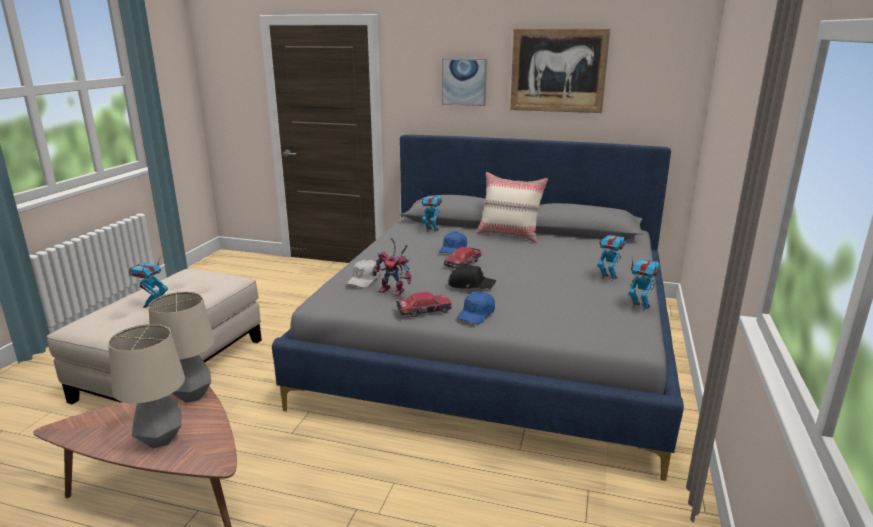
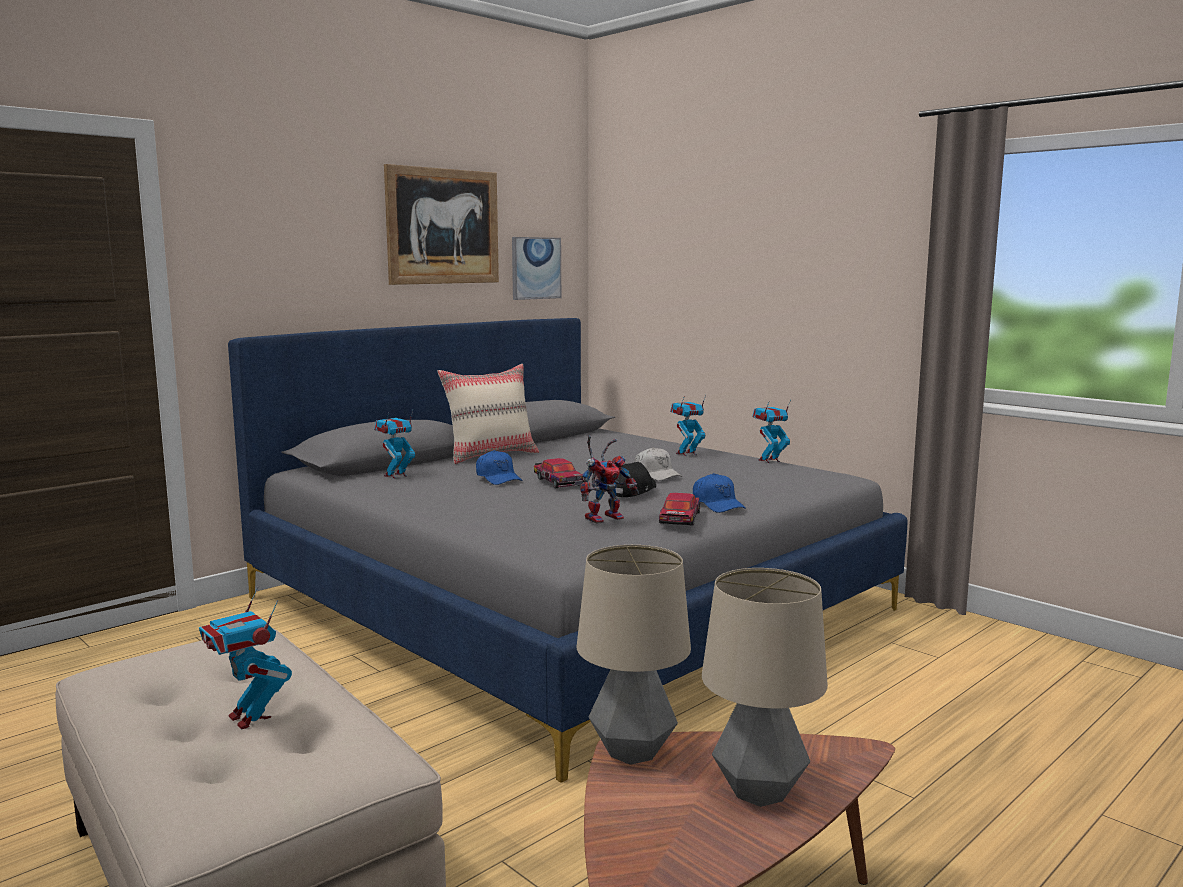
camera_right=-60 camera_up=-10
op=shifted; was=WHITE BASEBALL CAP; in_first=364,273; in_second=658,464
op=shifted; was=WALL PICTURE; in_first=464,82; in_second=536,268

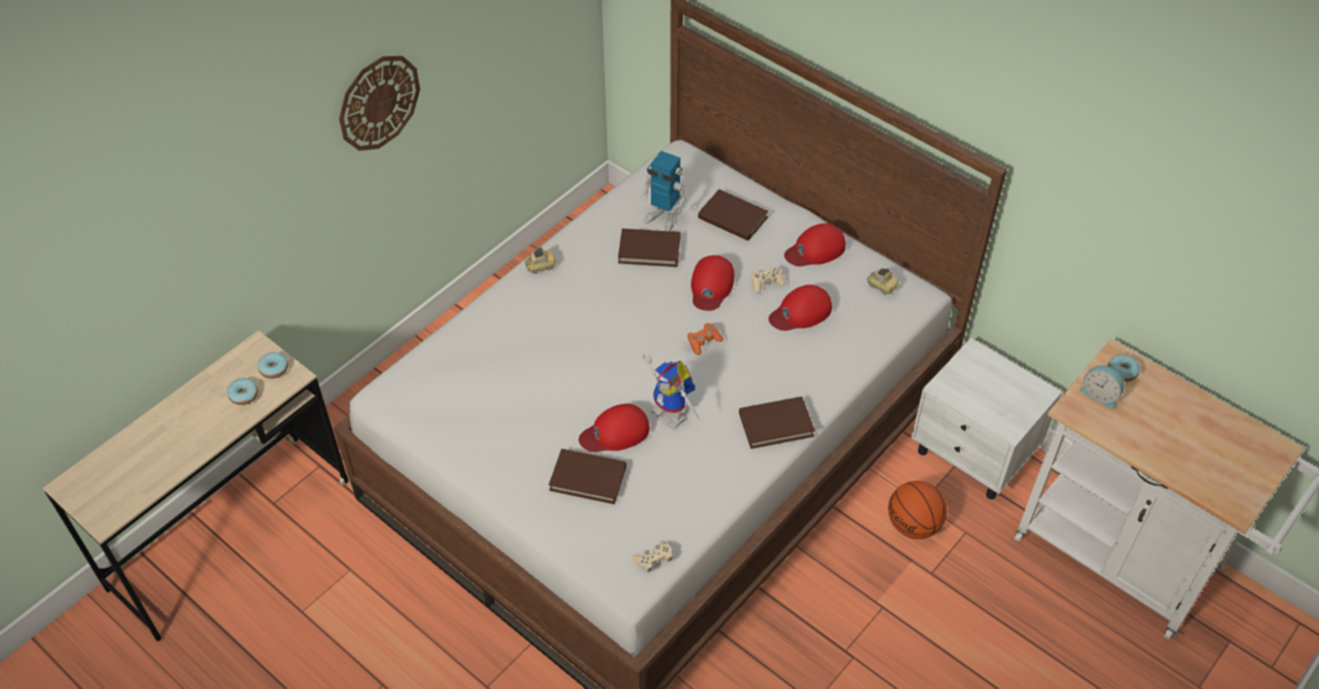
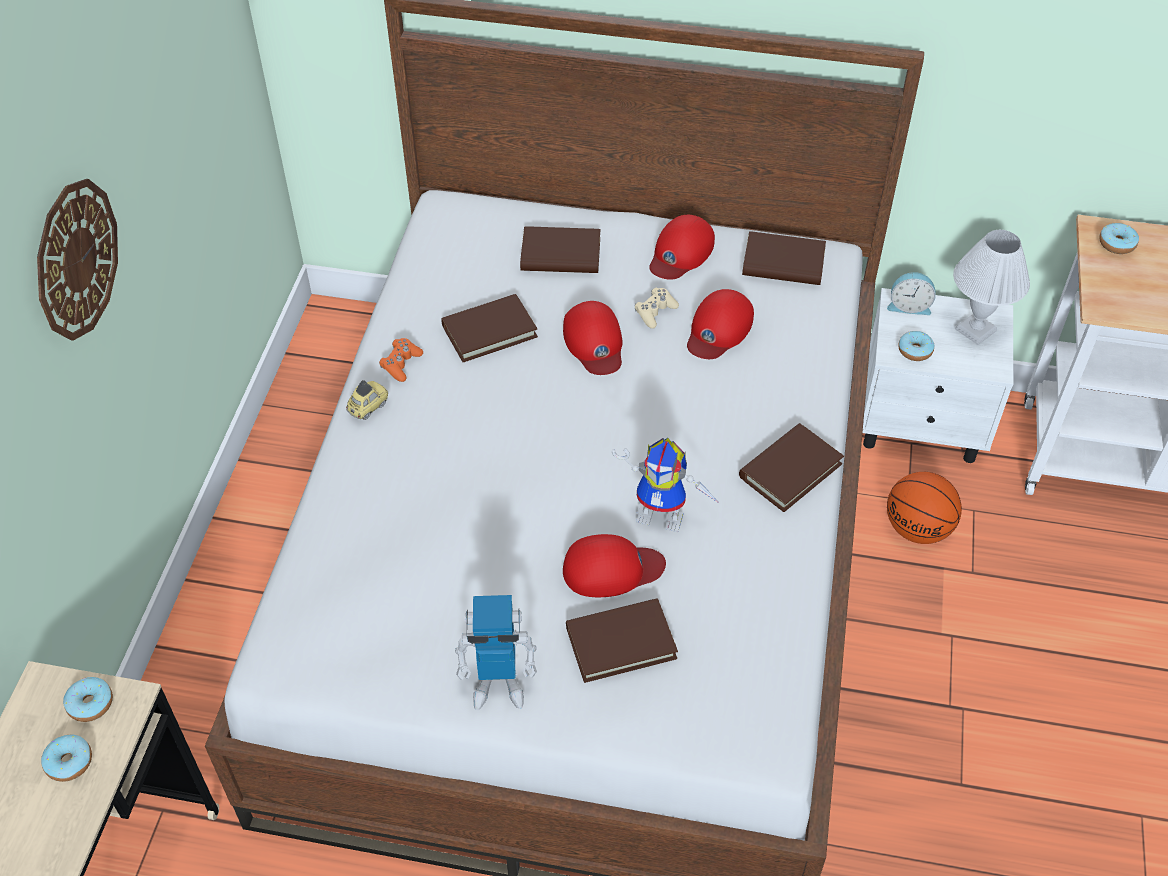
camera_right=-30 camera_up=0
op=rotated; was=RED BASEBALL CAP; in_first=614,428; in_second=614,565; clockwise=-135
op=gone; was=BEIGE-COLOURED JOYPAD; in_first=652,556
op=shifted; was=ROBOT FIGURE; in_first=663,191; in_second=496,652
op=shifted; was=ORANGE JOYPAD; in_first=705,339; in_second=401,360
op=swapped; was=MODEL CAR; now=BROWN-COLOURED BOUND BOOK; in_first=883,281; in_second=784,258
op=shifted; was=ALARM CLOCK; in_first=1102,387; in_second=911,293
op=new; now=RING DOUGHNUT; in_second=916,346
op=new; now=WHITE TABLETOP LAMP; in_second=991,287

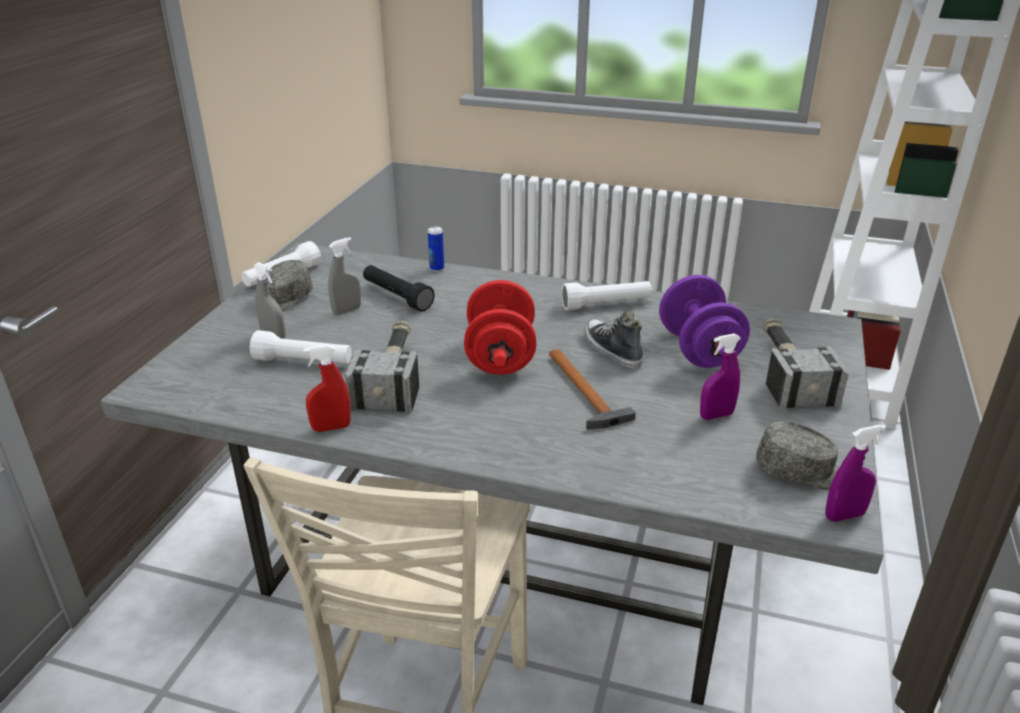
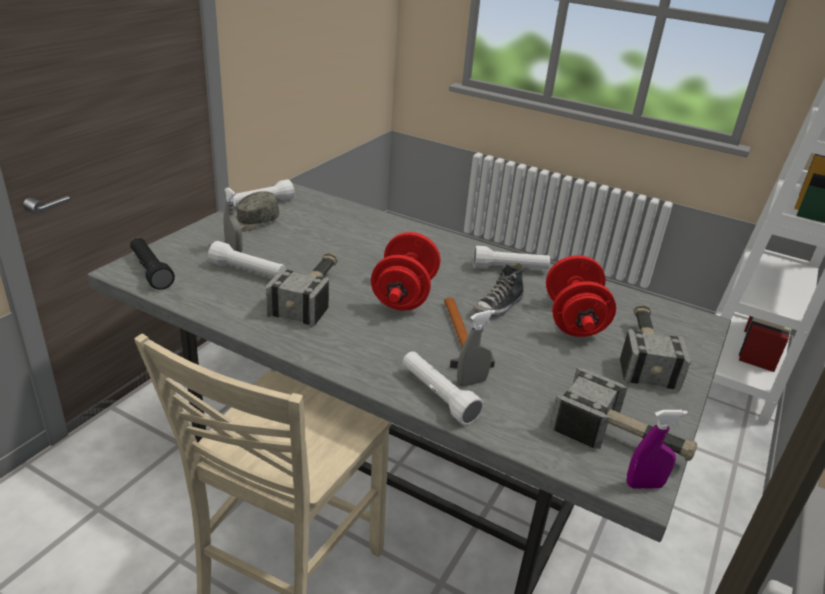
camera_right=10 camera_up=0
op=gone; was=RED SPRAY BOTTLE; in_first=327,388
op=shifted; was=GREYISH SPRAY BOTTLE; in_first=344,276; in_second=476,348
op=shifted; was=BLACK HAND TORCH; in_first=399,288; in_second=152,263
op=gone; was=METAL CAN; in_first=436,249
op=rotated; was=ITEM OF FOOTWEAR; in_first=614,339; in_second=498,290; clockwise=-120
op=repainted; was=PURPLISH HAND WEIGHT; now=RED HAND WEIGHT; in_first=704,321; in_second=581,296
op=gone; was=PURPLISH SPRAY BOTTLE; in_first=720,376
op=swapped; was=GREYISH BASEBALL CAP; now=HAMMER; in_first=797,455; in_second=623,414
op=new; now=WHITE HAND TORCH; in_second=443,388

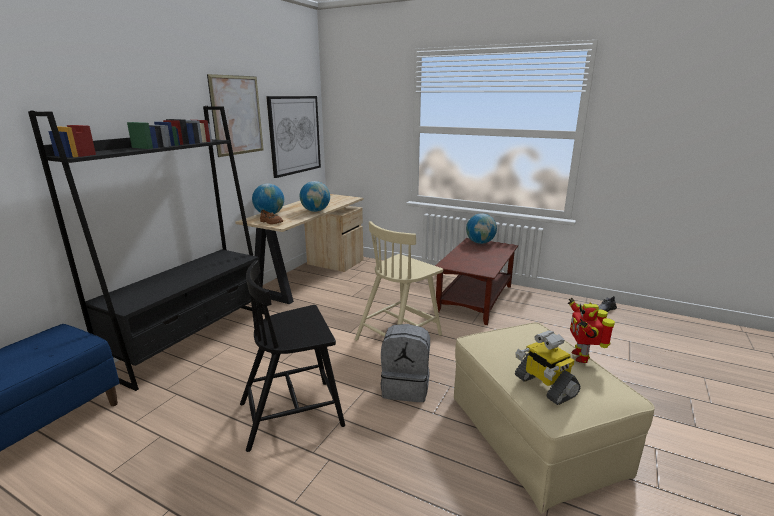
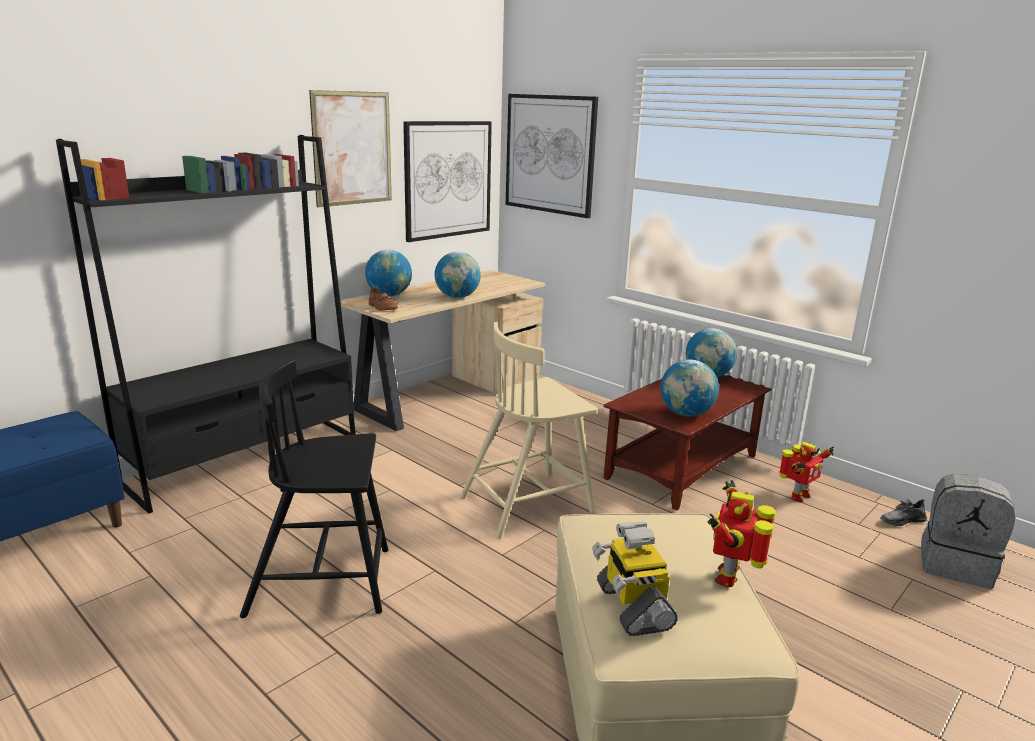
camera_right=15 camera_up=0
op=shifted; was=GREYISH BACKPACK; in_first=405,363; in_second=968,531
op=new; now=WALL PICTURE; in_second=552,156
op=new; now=GLOBE; in_second=689,388
op=new; now=ROBOT FIGURE; in_second=806,472

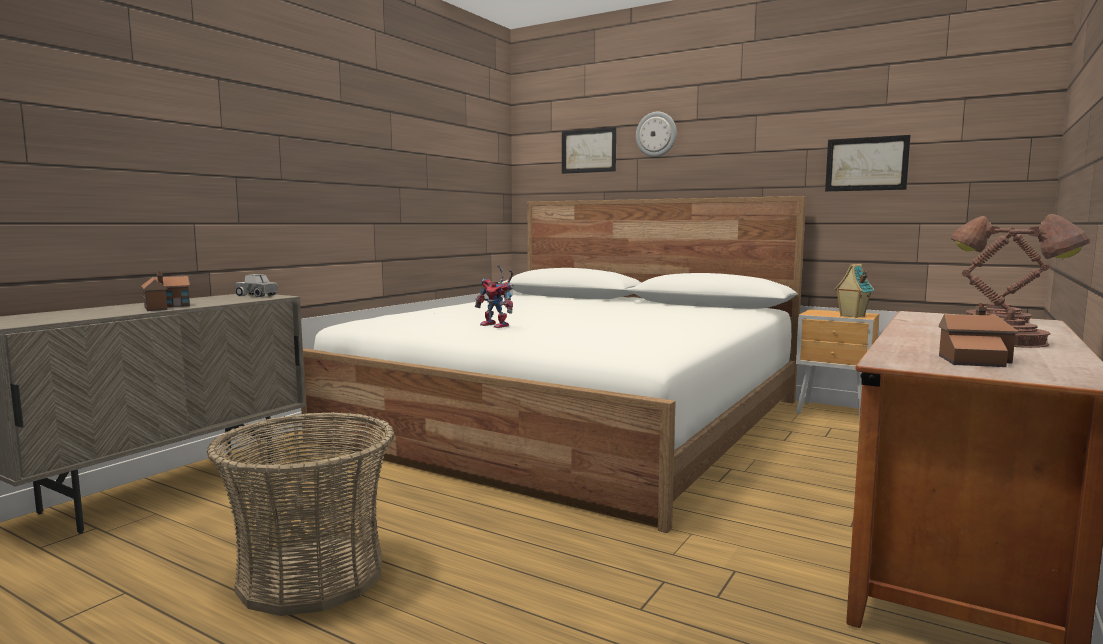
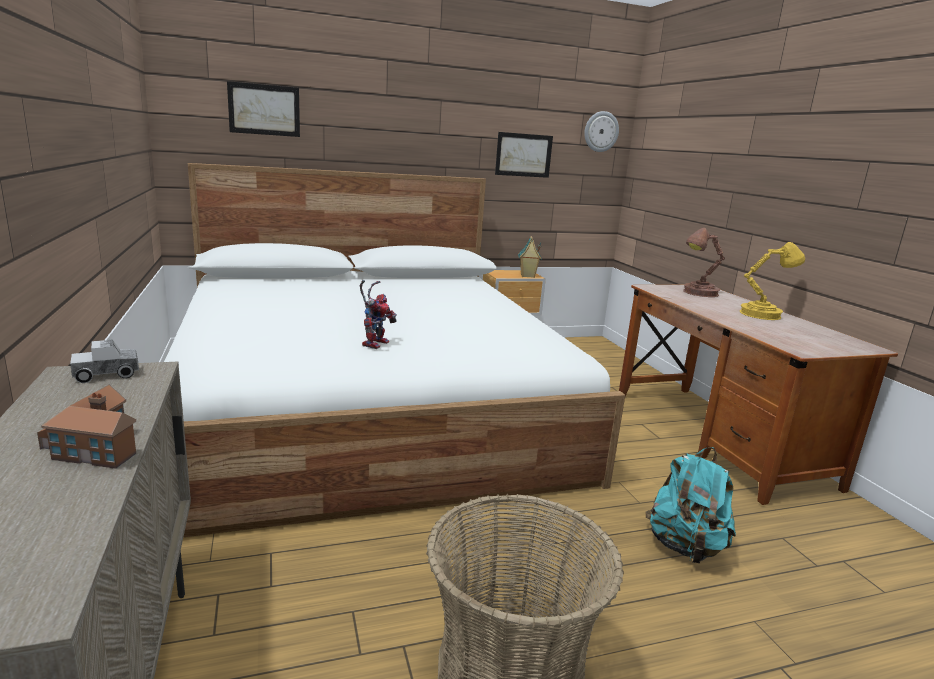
camera_right=-50 camera_up=10
op=rotated; was=ROBOT FIGURE; in_first=494,296; in_second=378,314; clockwise=-60
op=shifted; was=WALL CLOCK; in_first=656,134; in_second=601,131
op=gone; was=MINIATURE HOUSE; in_first=979,335
op=repainted; was=BROWN-COLOURED TABLETOP LAMP; now=YELLOW TABLETOP LAMP; in_first=1026,281; in_second=772,281
op=new; now=TURQUOISE-COLOURED BACKPACK; in_second=691,505

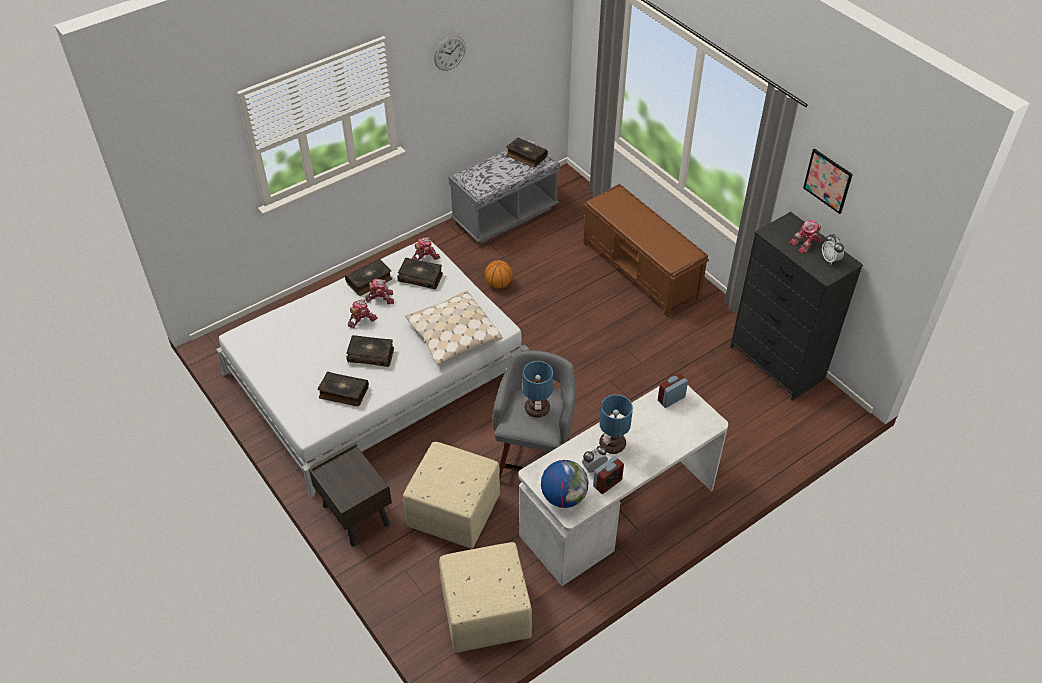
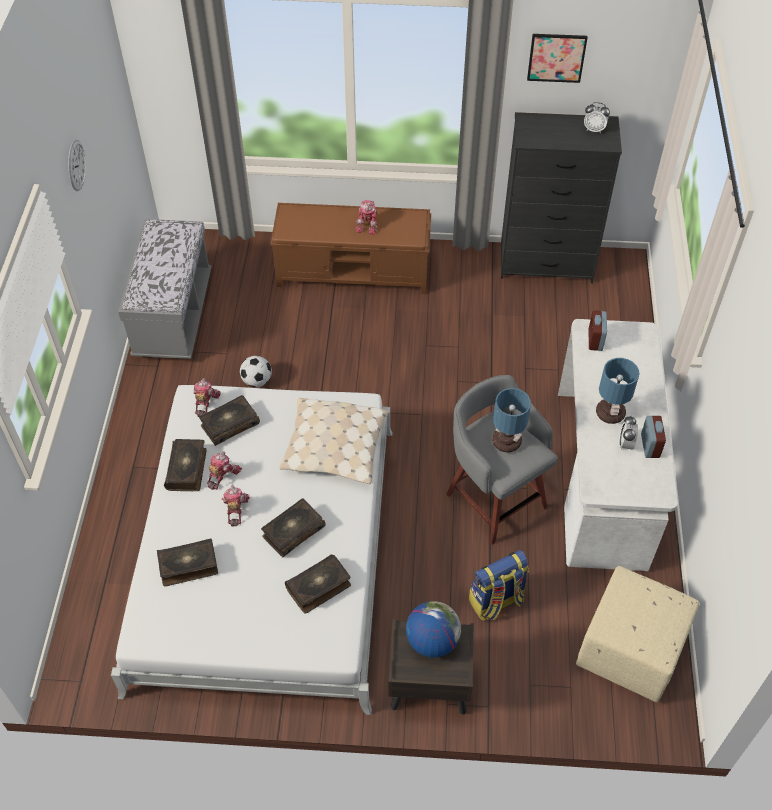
camera_right=-50 camera_up=5
op=swapped; was=BEIGE-COLOURED FOOTREST; now=BACKPACK; in_first=451,495; in_second=499,585
op=swapped; was=BASKETBALL BALL; now=FOOTBALL BALL; in_first=499,274; in_second=256,371
op=shifted; was=BOUND BOOK; in_first=527,152; in_second=187,562
op=shifted; was=GLOBE; in_first=564,484; in_second=433,629
op=shifted; was=ROBOT FIGURE; in_first=805,237; in_second=366,217

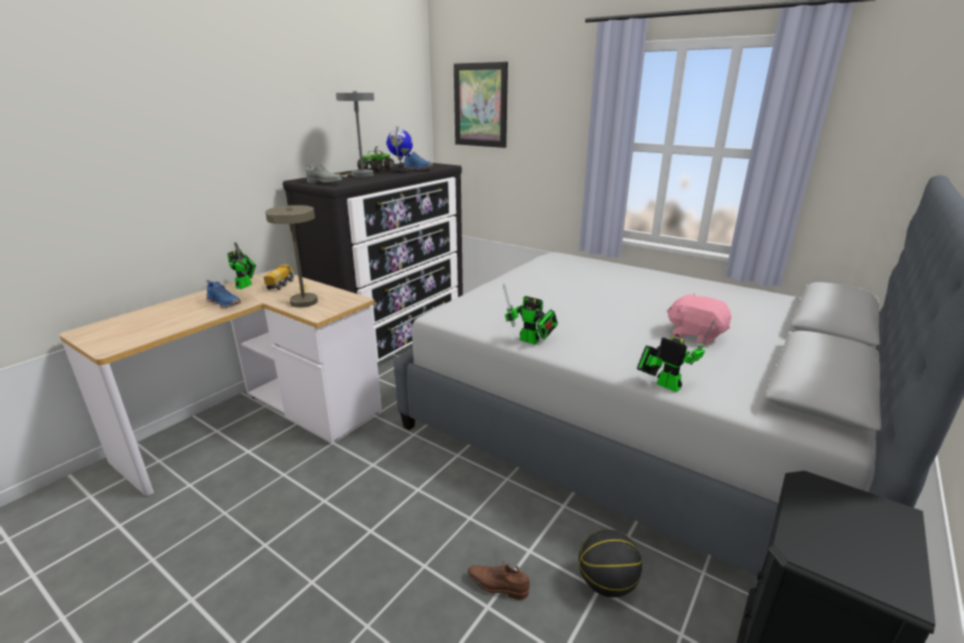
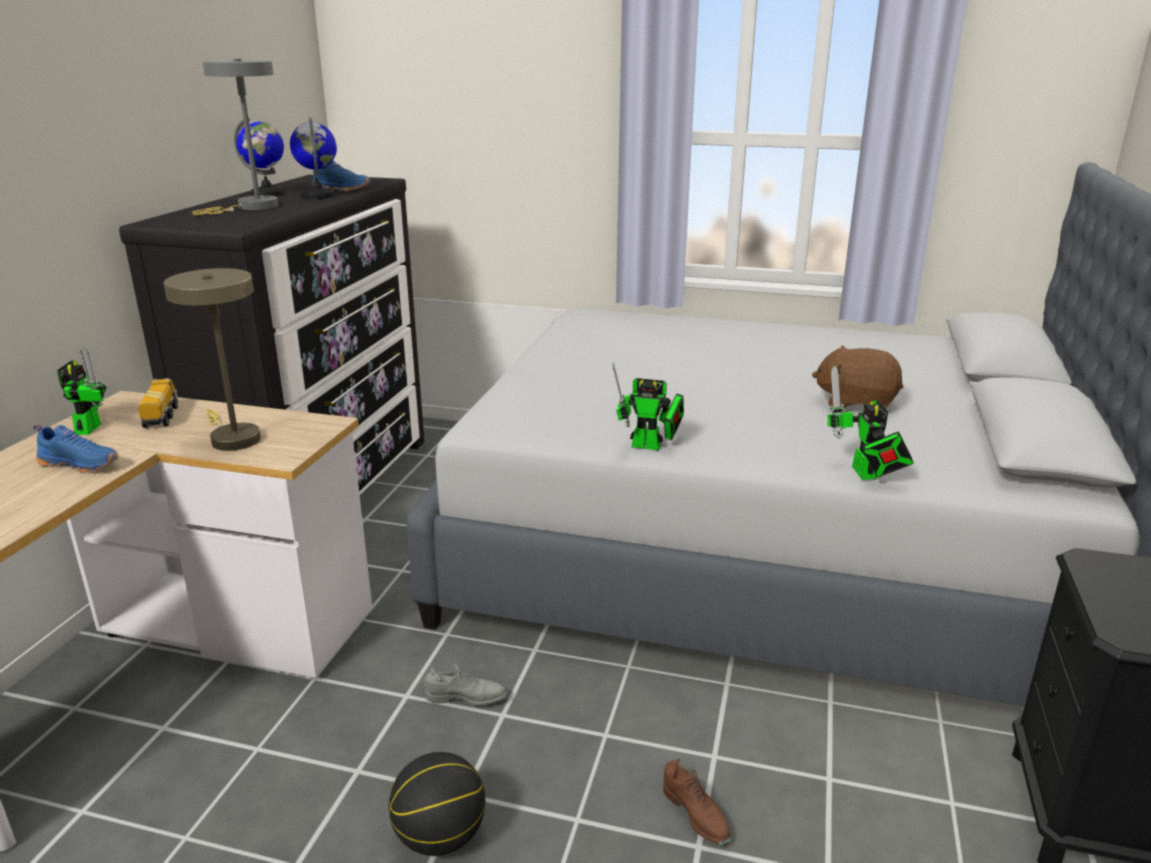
camera_right=-20 camera_up=0
op=shifted; was=GREYISH ITEM OF FOOTWEAR; in_first=324,172; in_second=466,684
op=swapped; was=TOY LORRY; now=GLOBE; in_first=375,159; in_second=259,156
op=gone; was=WALL PICTURE; in_first=481,105
op=rotated; was=BROWN-COLOURED ITEM OF FOOTWEAR; in_first=498,580; in_second=697,802; clockwise=-120
op=shifted; was=BASKETBALL BALL; in_first=610,563; in_second=436,804
op=rotated; was=ROBOT FIGURE; in_first=676,355; in_second=870,422; clockwise=-120
op=repainted; was=PINK CUDDLY TOY; now=BROWN-COLOURED CUDDLY TOY; in_first=699,319; in_second=857,377

